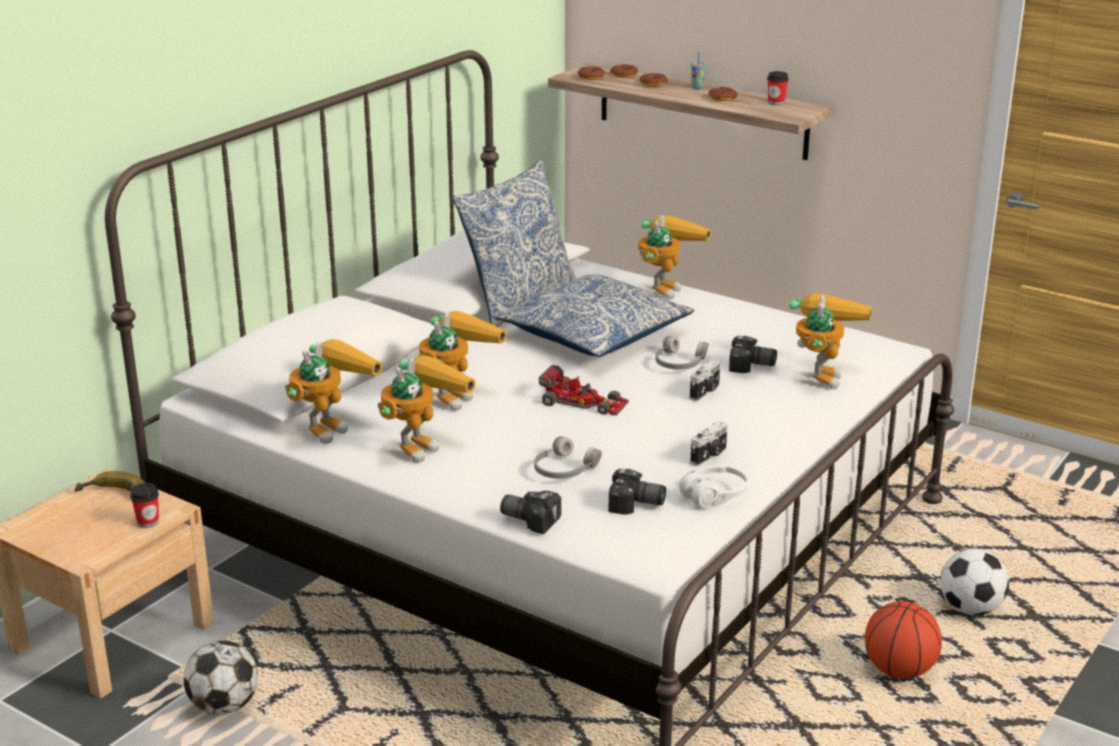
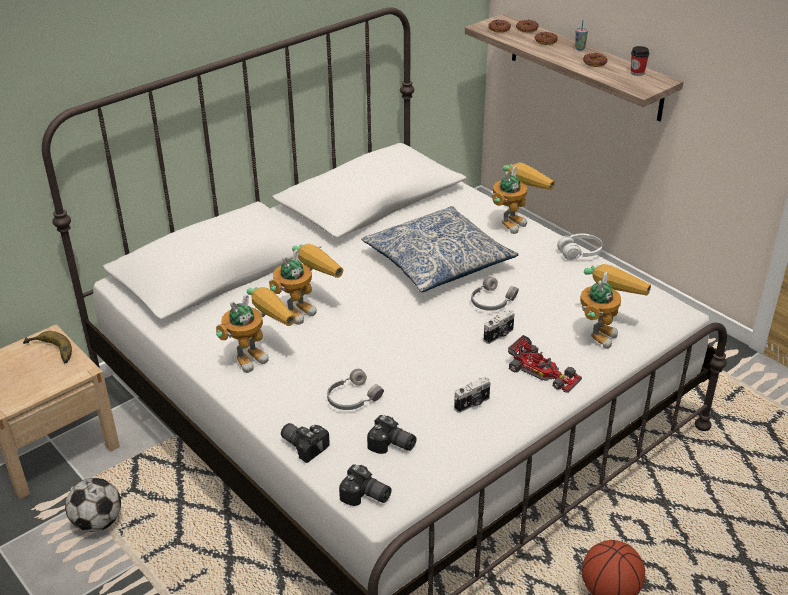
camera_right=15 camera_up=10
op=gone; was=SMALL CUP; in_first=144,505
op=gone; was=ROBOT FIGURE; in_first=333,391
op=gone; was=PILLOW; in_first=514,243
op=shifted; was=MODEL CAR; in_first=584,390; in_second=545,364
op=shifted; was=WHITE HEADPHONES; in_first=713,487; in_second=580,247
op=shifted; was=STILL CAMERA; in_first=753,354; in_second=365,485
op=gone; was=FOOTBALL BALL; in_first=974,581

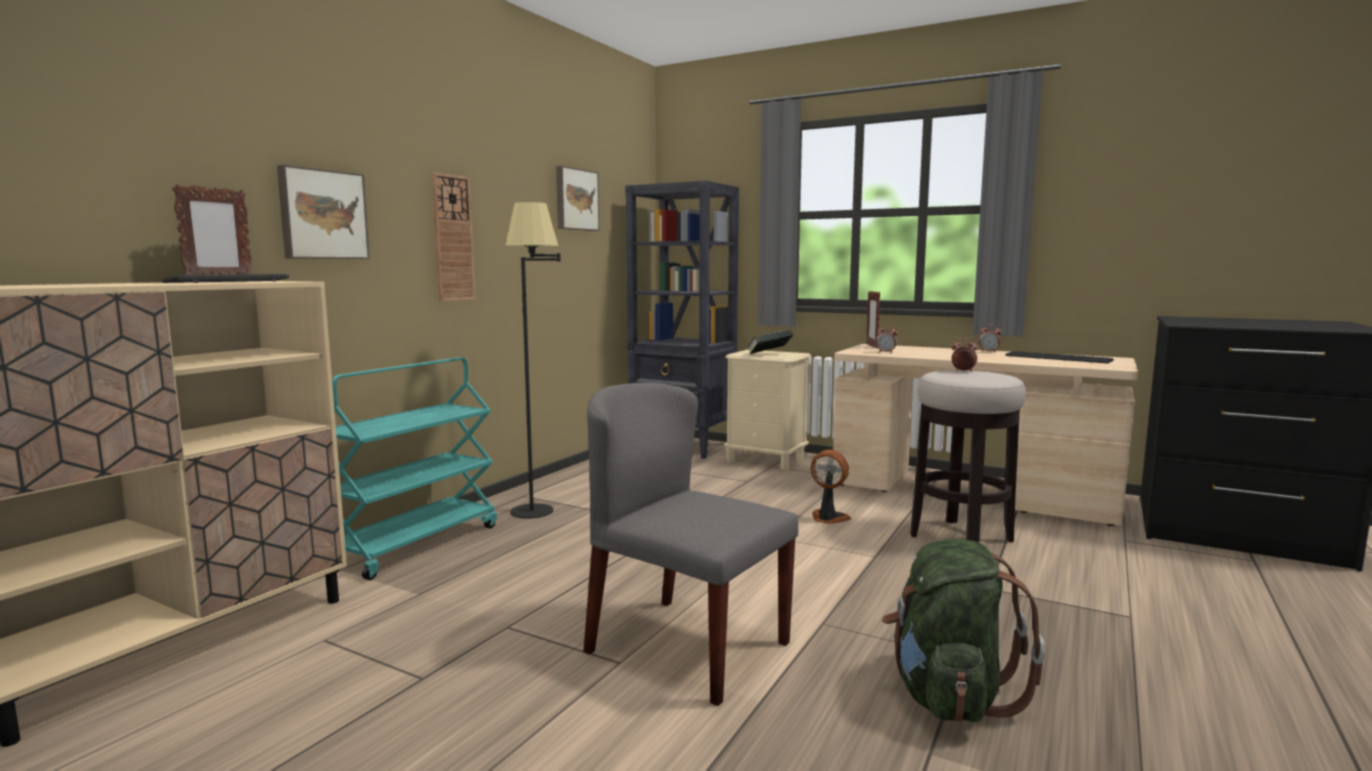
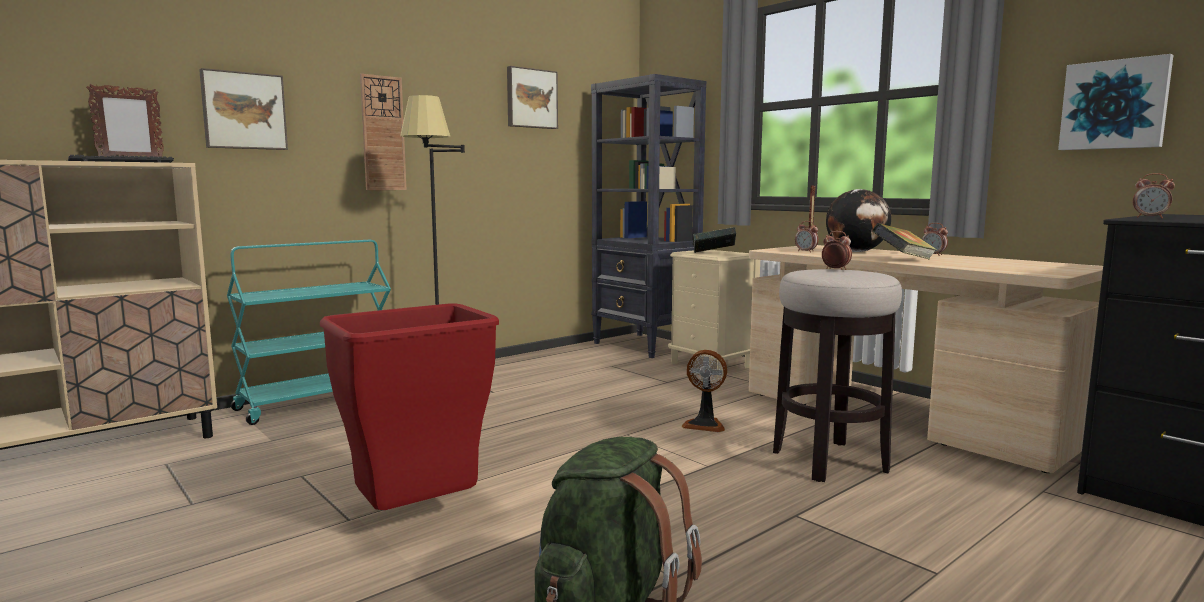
camera_right=20 camera_up=0
op=swapped; was=GREYISH CHAIR; now=RED WASTE BIN; in_first=690,544; in_second=409,406
op=rotated; was=FAN; in_first=831,486; in_second=704,391; clockwise=150
op=gone; was=KEYBOARD; in_first=1060,357
op=new; now=GLOBE; in_second=858,220
op=new; now=BOUND BOOK; in_second=904,241
op=new; now=WALL PICTURE; in_second=1115,102
op=new; now=ALARM CLOCK; in_second=1154,195

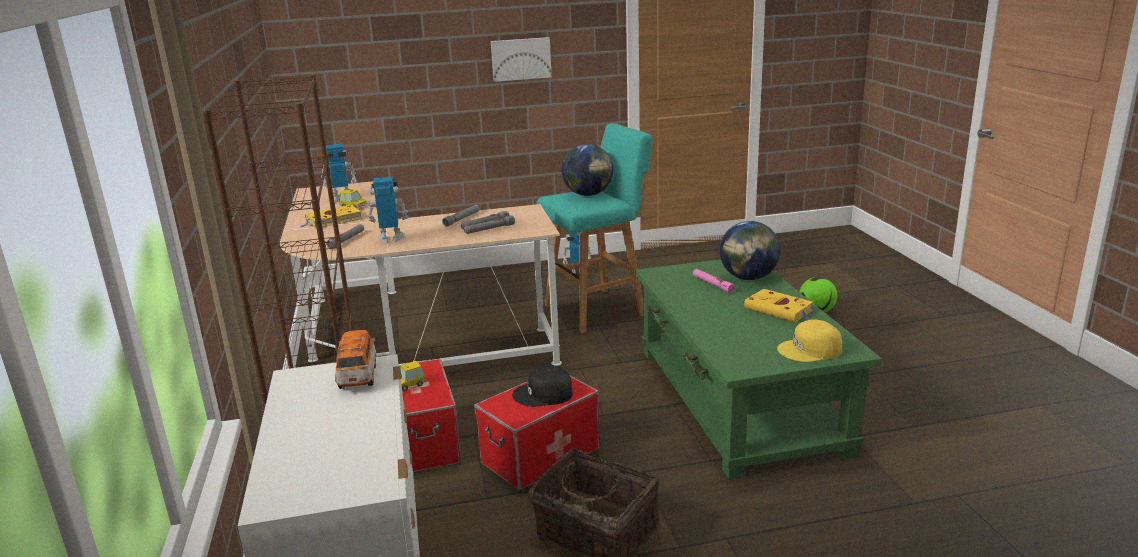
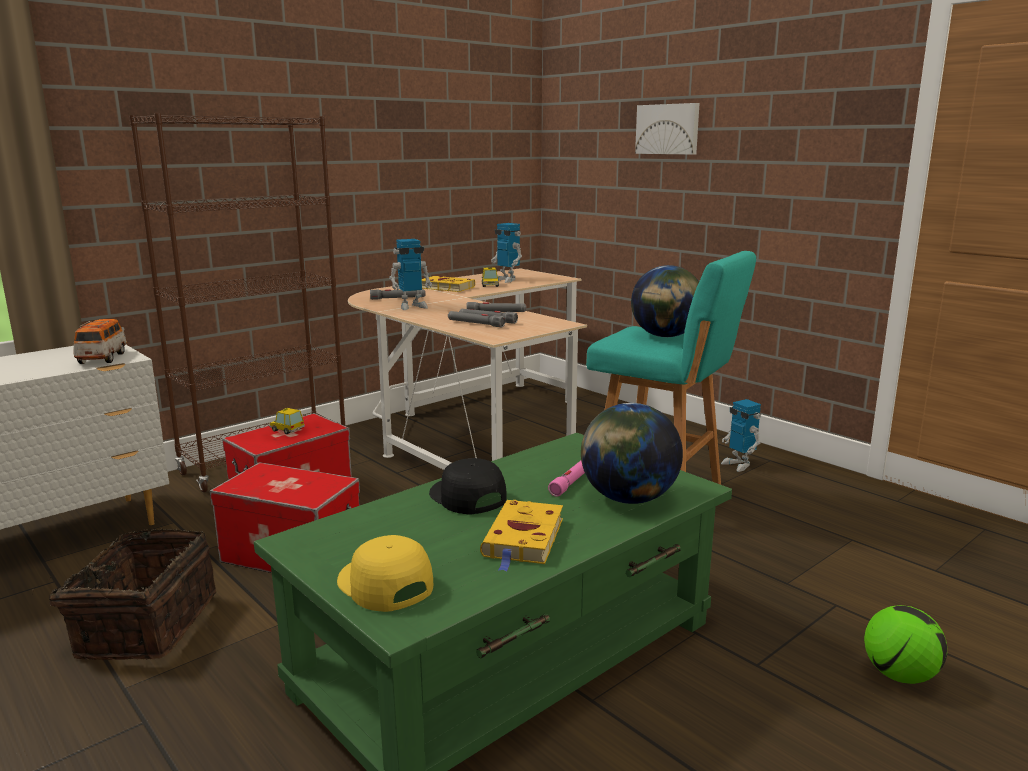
camera_right=60 camera_up=-5
op=rotated; was=MODEL CAR; in_first=355,359; in_second=100,341; clockwise=-60
op=rotated; was=ROBOT FIGURE; in_first=387,210; in_second=410,274; clockwise=105
op=shifted; was=WALL PICTURE; in_first=521,59; in_second=667,129
op=shifted; was=BLACK BASEBALL CAP; in_first=542,386; in_second=468,486

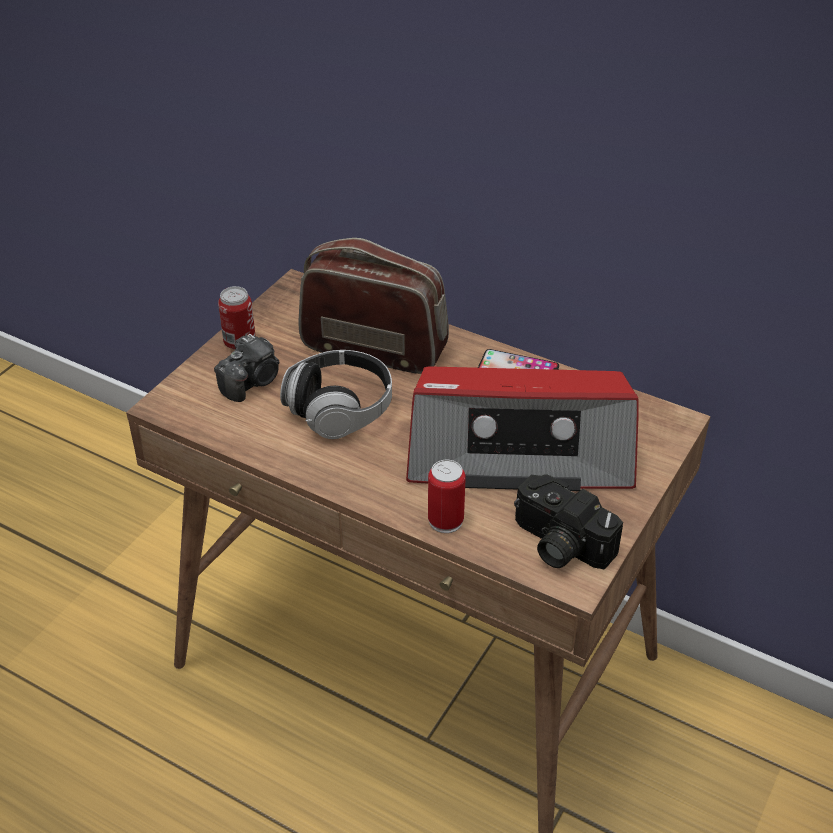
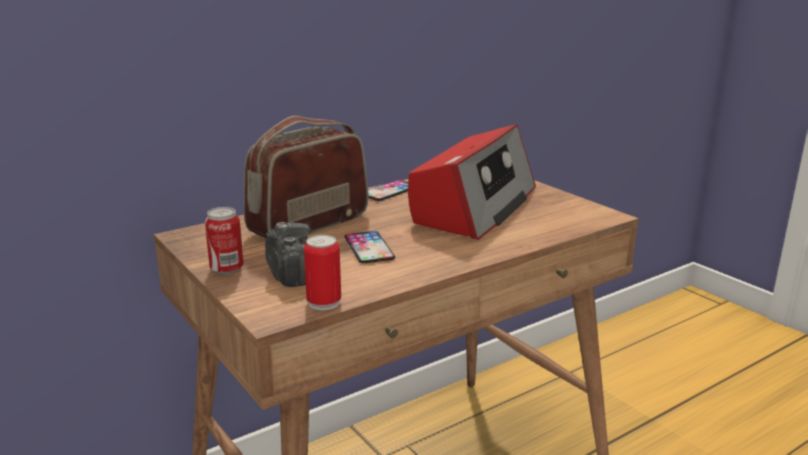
camera_right=-65 camera_up=-20
op=swapped; was=HEADPHONES; now=PHONE; in_first=336,394; in_second=370,247
op=shifted; was=METAL CAN; in_first=447,496; in_second=322,272
op=gone; was=STILL CAMERA; in_first=568,522

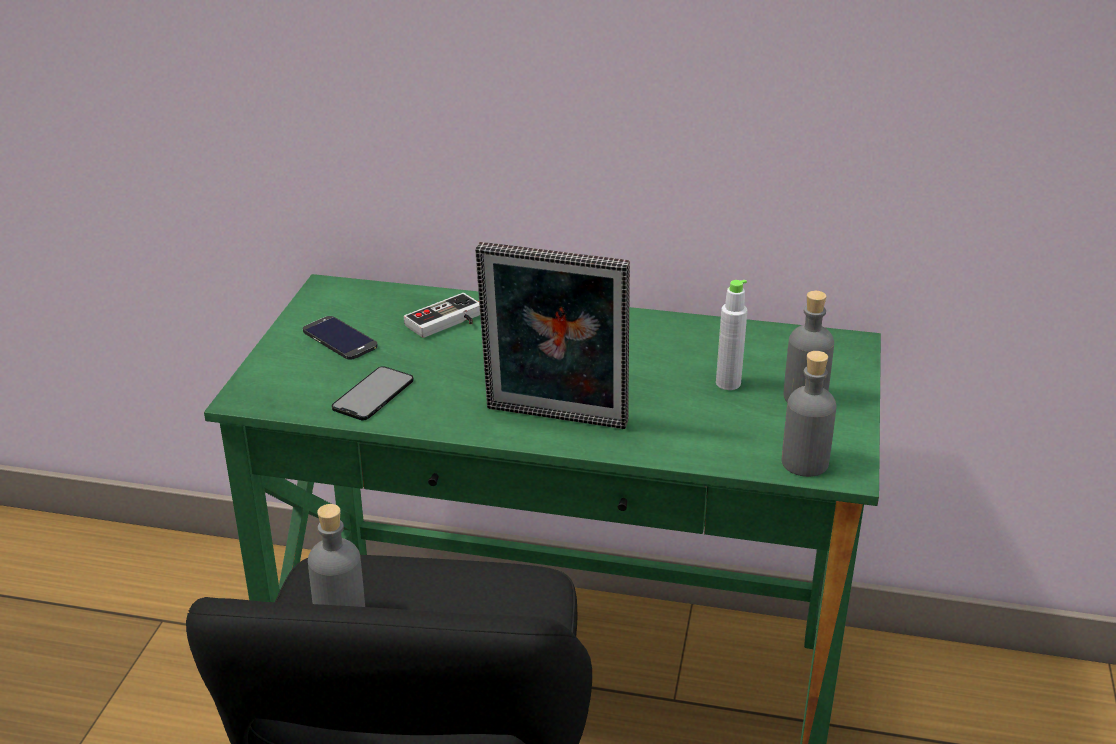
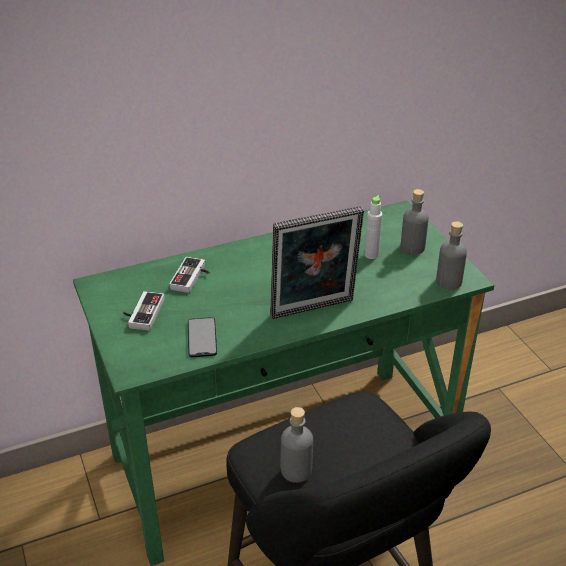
camera_right=-35 camera_up=5
op=swapped; was=PHONE; now=JOYPAD; in_first=340,338; in_second=144,311

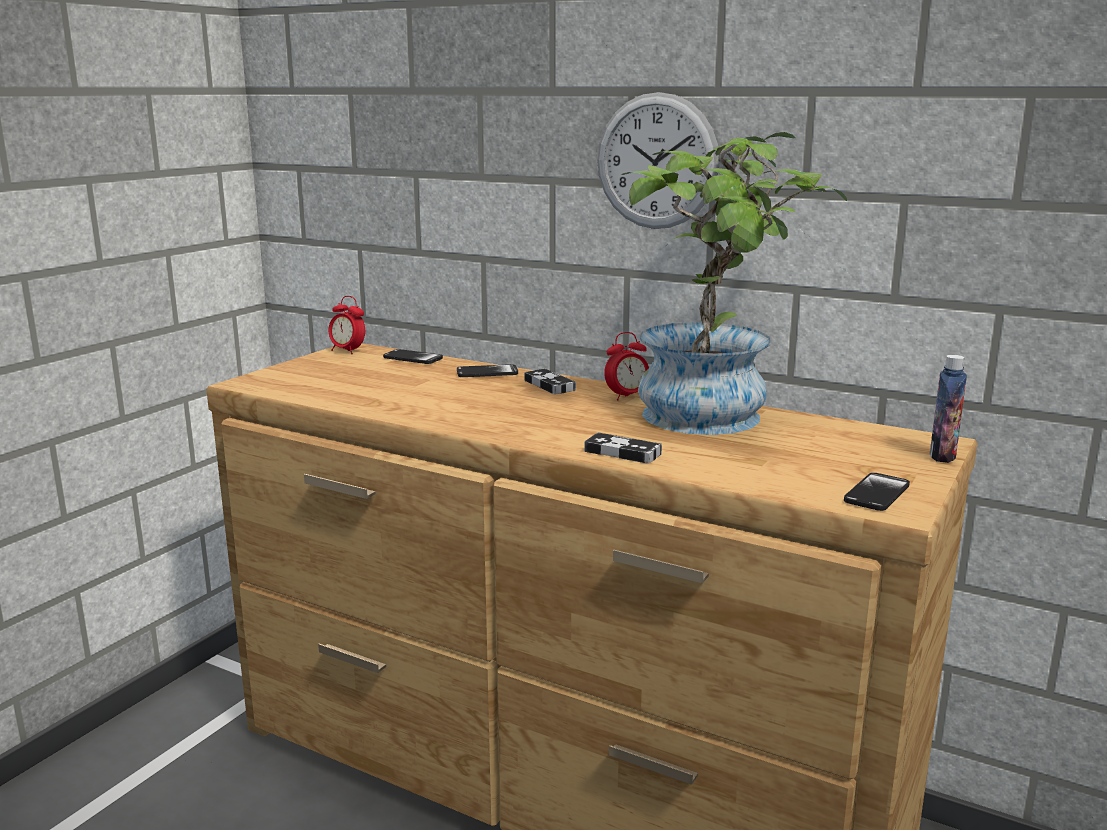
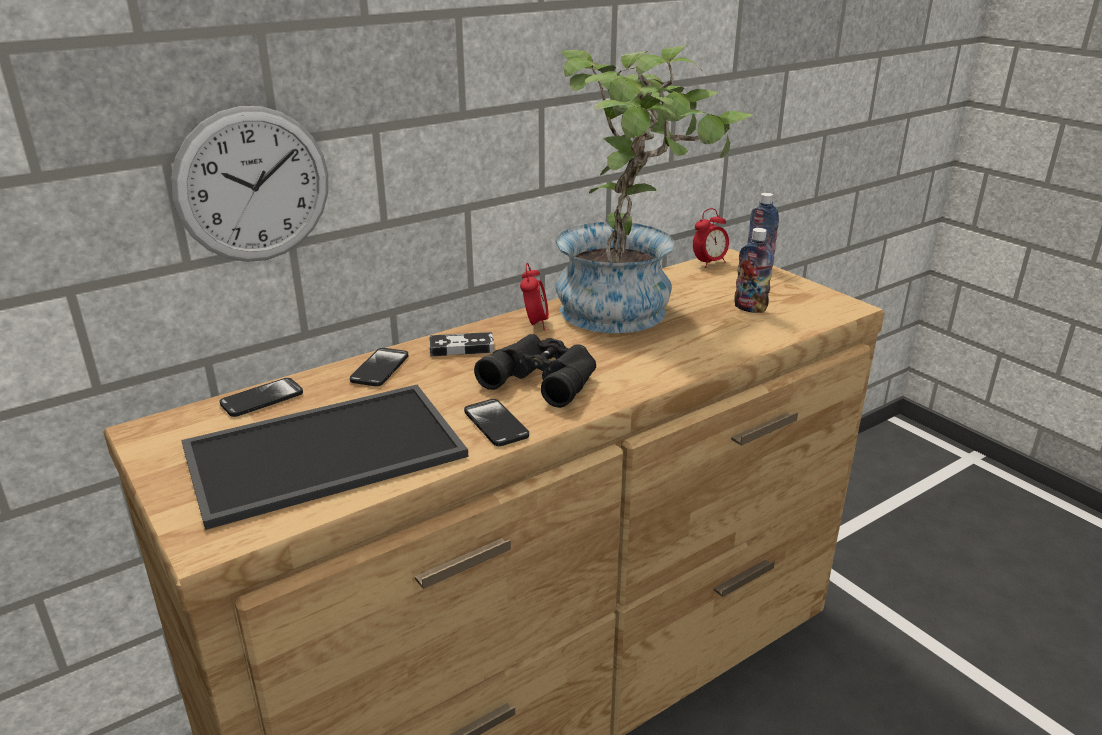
camera_right=-65 camera_up=10
op=shifted; was=ALARM CLOCK; in_first=347,325; in_second=711,238
op=gone; was=JOYPAD; in_first=623,448
op=shifted; was=WALL CLOCK; in_first=658,160; in_second=249,184
op=shifted; was=PHONE; in_first=877,492; in_second=496,422
op=new; now=TRAY; in_second=324,457
op=new; now=BLACK PAIR OF BINOCULARS; in_second=535,371
op=new; now=BOTTLE; in_second=754,270

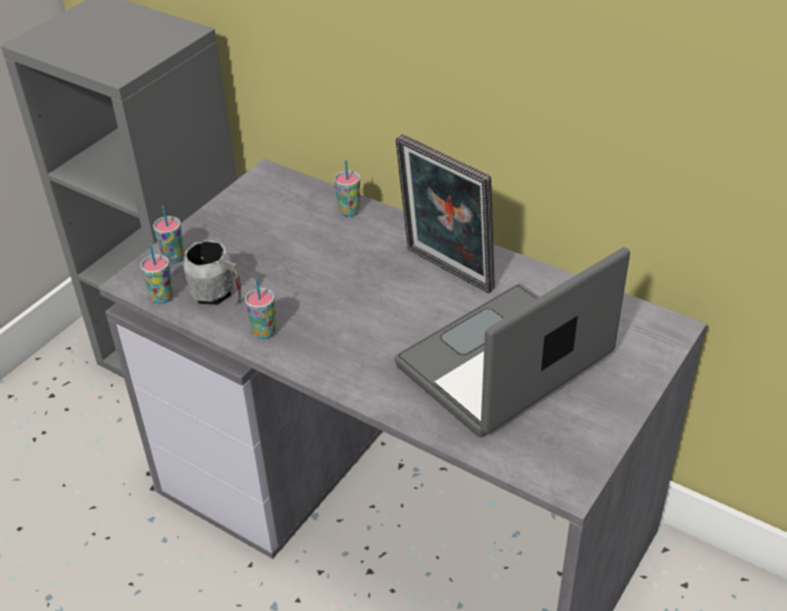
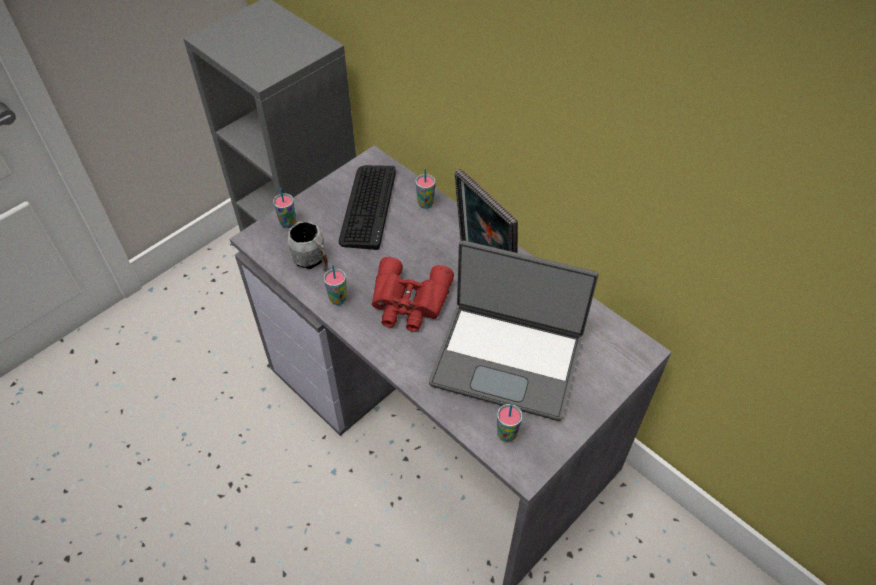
camera_right=10 camera_up=10
op=shifted; was=SMALL CUP; in_first=156,274; in_second=509,423
op=rotated; was=NOTEBOOK COMPUTER; in_first=512,342; in_second=513,330; clockwise=-135
op=new; now=KEYBOARD; in_second=367,207
op=new; now=RED PAIR OF BINOCULARS; in_second=413,294

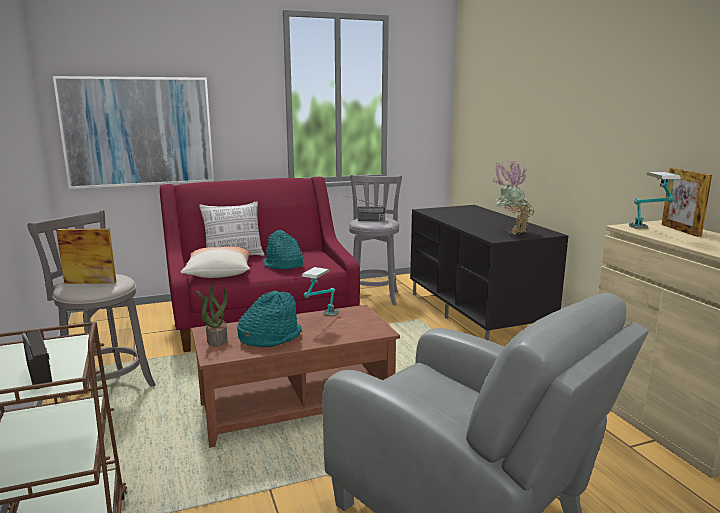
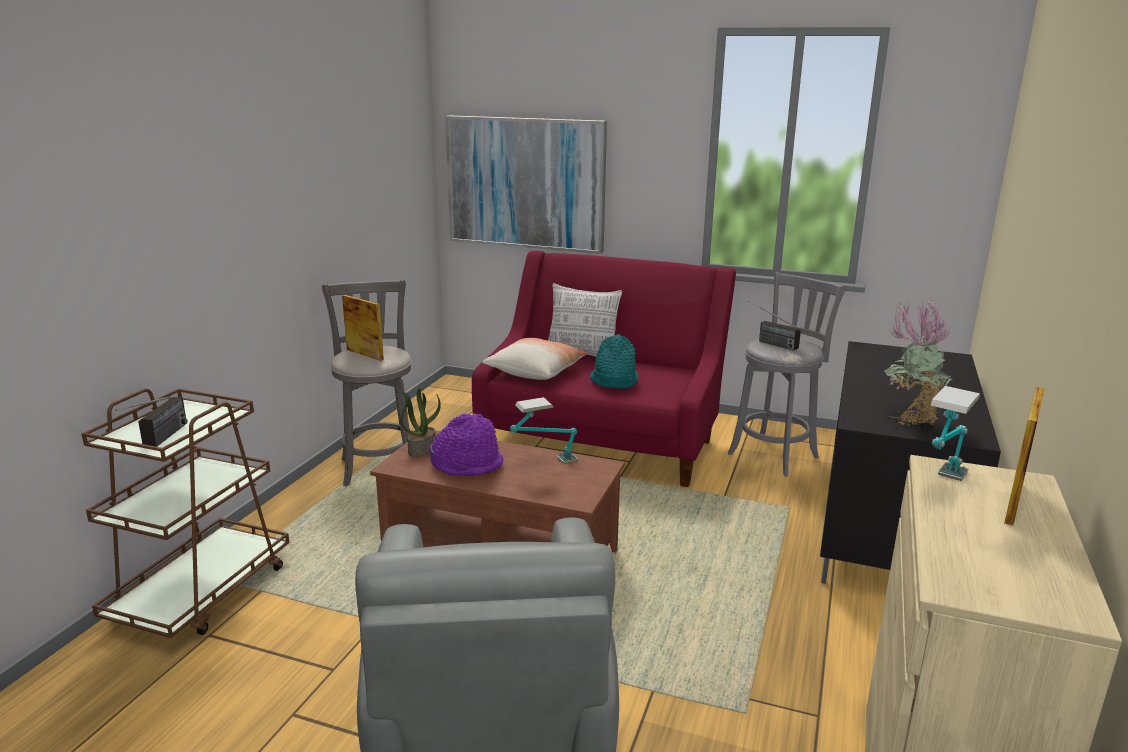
camera_right=40 camera_up=5
op=repainted; was=TURQUOISE-COLOURED HAT; now=PURPLISH HAT; in_first=269,319; in_second=466,444

